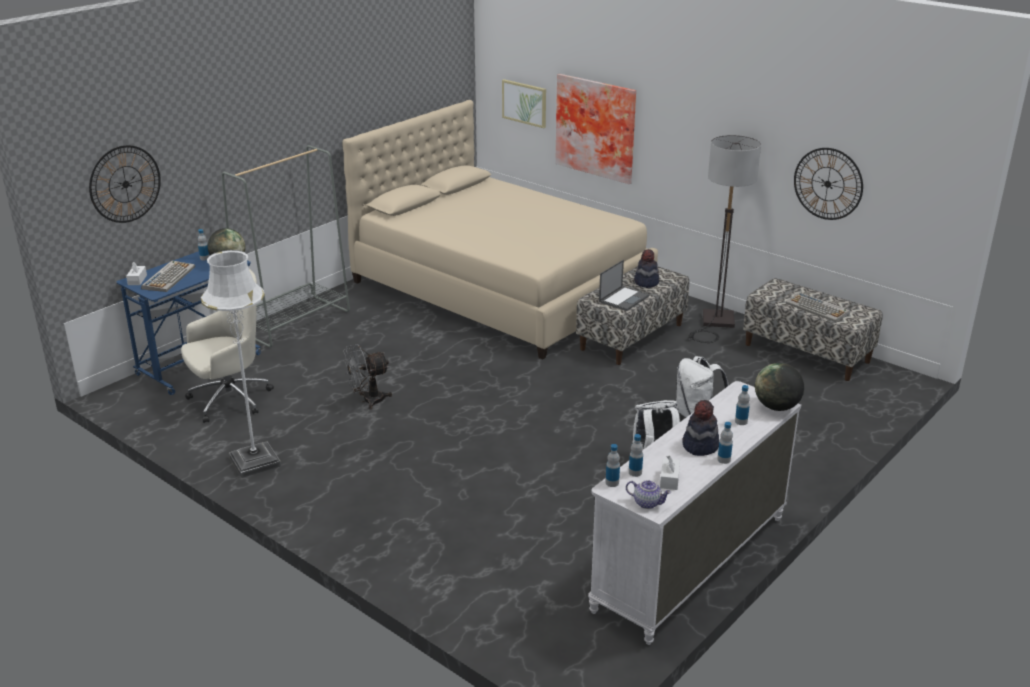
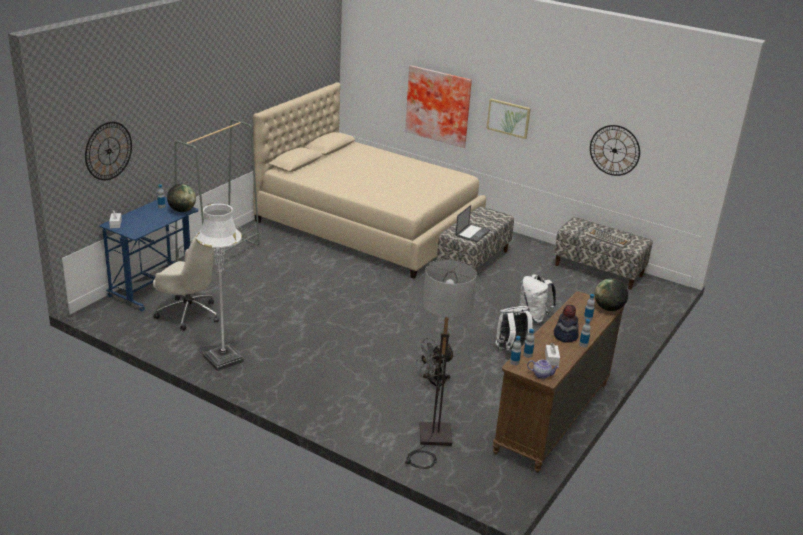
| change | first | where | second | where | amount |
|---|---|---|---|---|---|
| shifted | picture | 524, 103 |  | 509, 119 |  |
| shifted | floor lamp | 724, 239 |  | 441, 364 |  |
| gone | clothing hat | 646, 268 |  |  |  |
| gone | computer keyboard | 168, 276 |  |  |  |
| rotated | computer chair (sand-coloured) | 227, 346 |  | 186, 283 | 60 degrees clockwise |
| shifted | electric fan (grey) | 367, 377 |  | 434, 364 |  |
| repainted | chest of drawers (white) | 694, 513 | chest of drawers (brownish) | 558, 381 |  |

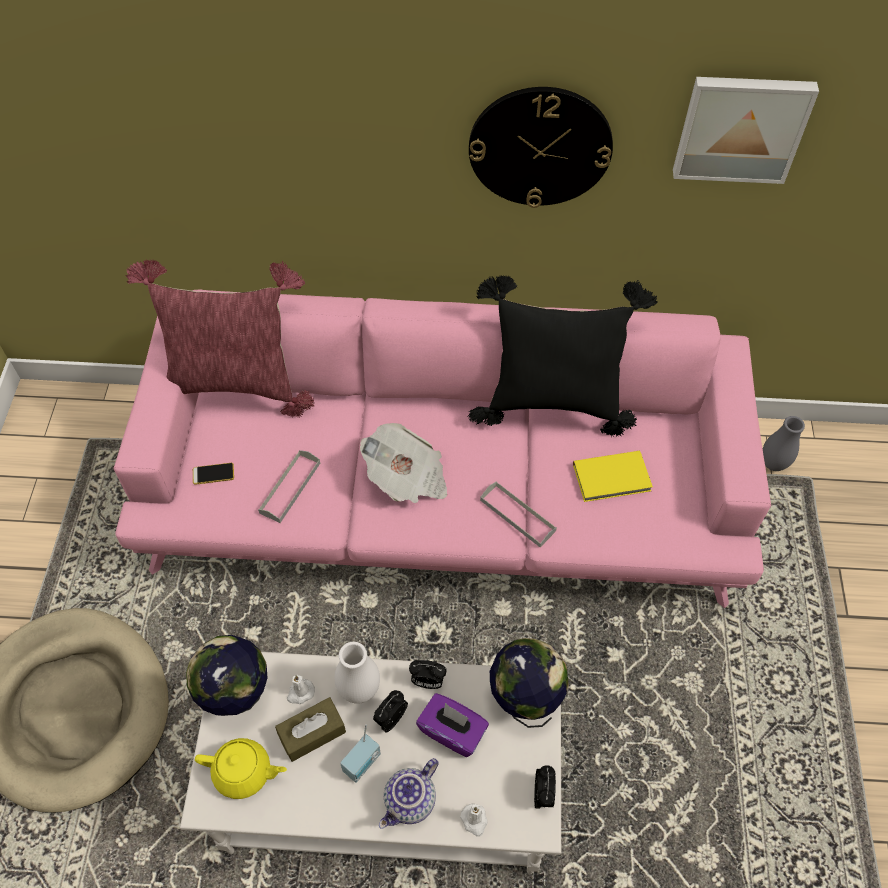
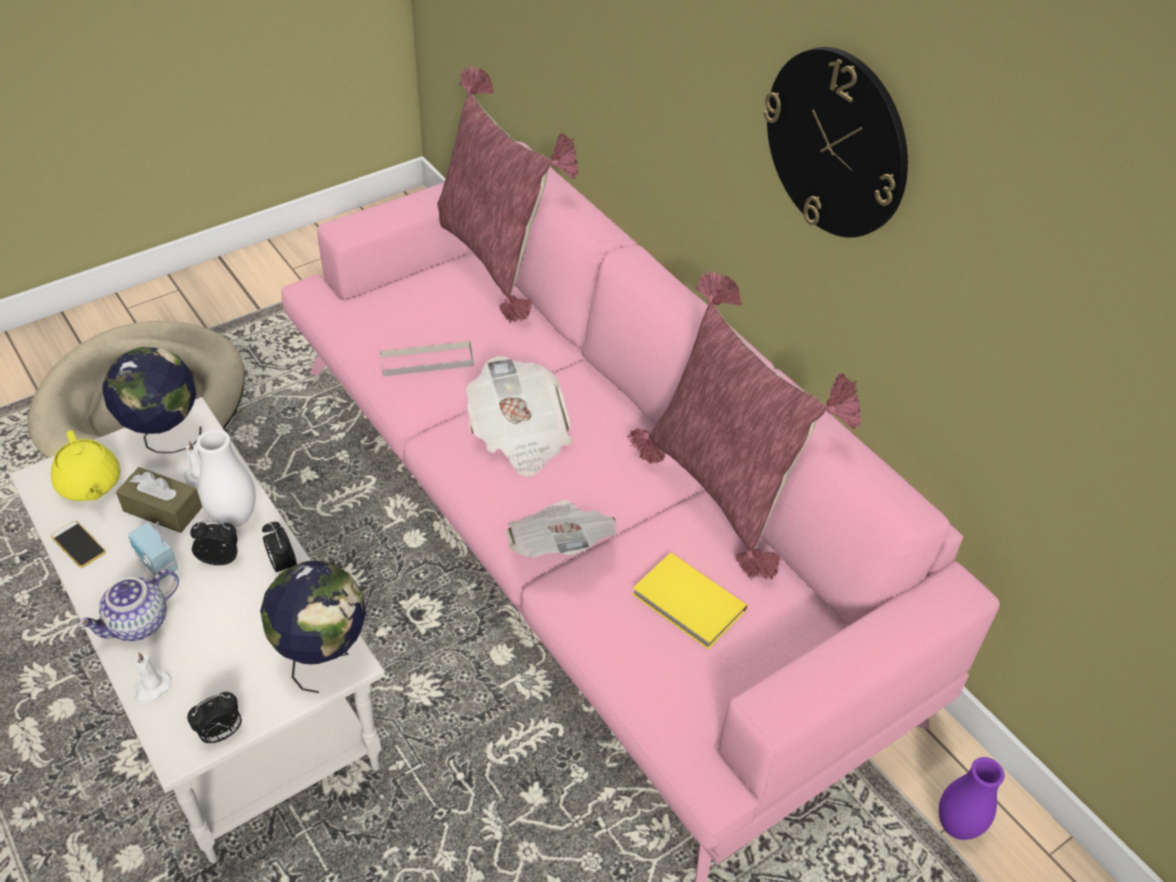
| change | first | where | second | where | amount |
|---|---|---|---|---|---|
| gone | picture | 746, 130 |  |  |  |
| repainted | cushion (black-coloured) | 562, 356 | cushion (reddish) | 744, 424 |  |
| repainted | flower vase (grey) | 784, 443 | flower vase (purple) | 971, 798 |  |
| shifted | handset | 213, 474 |  | 78, 544 |  |
| swapped | carrying tray (grey) | 518, 514 | daily paper | 561, 528 |  |
| gone | tissue box (purple) | 452, 725 |  |  |  |
| rotated | radio | 360, 753 |  | 153, 551 | 45 degrees clockwise |
| rotated | pot for tea | 409, 793 |  | 128, 605 | 45 degrees counterclockwise |

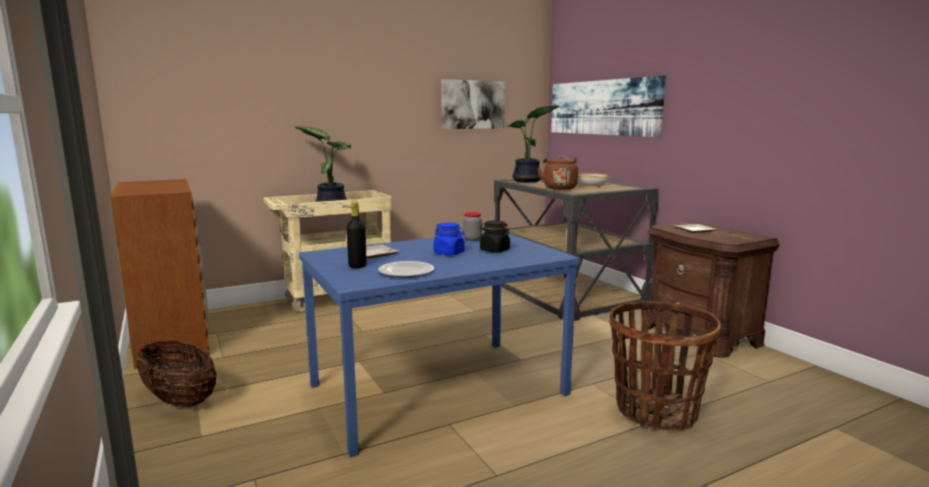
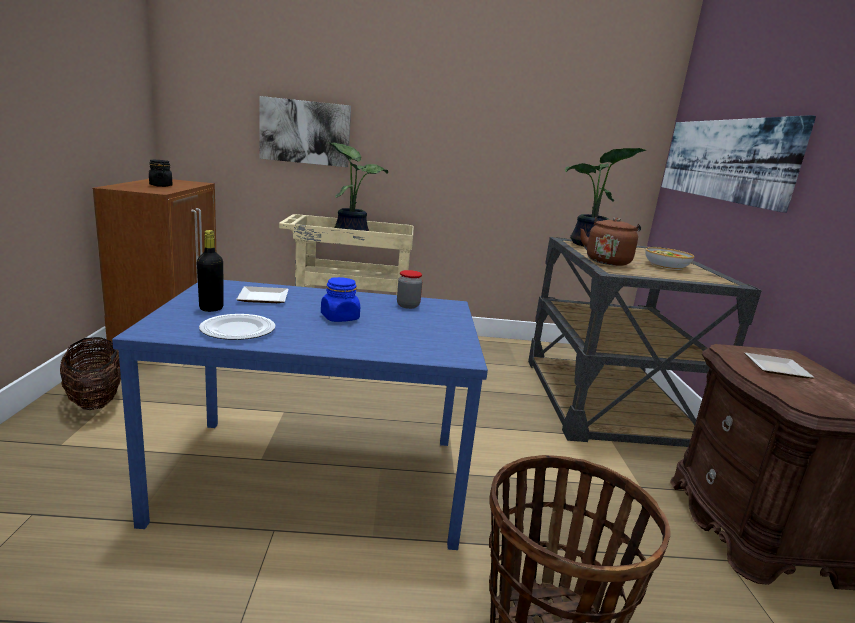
| change | first | where | second | where | amount |
|---|---|---|---|---|---|
| shifted | picture | 473, 104 |  | 305, 131 |  |
| shifted | storage jar (black-coloured) | 495, 236 |  | 160, 173 |  |

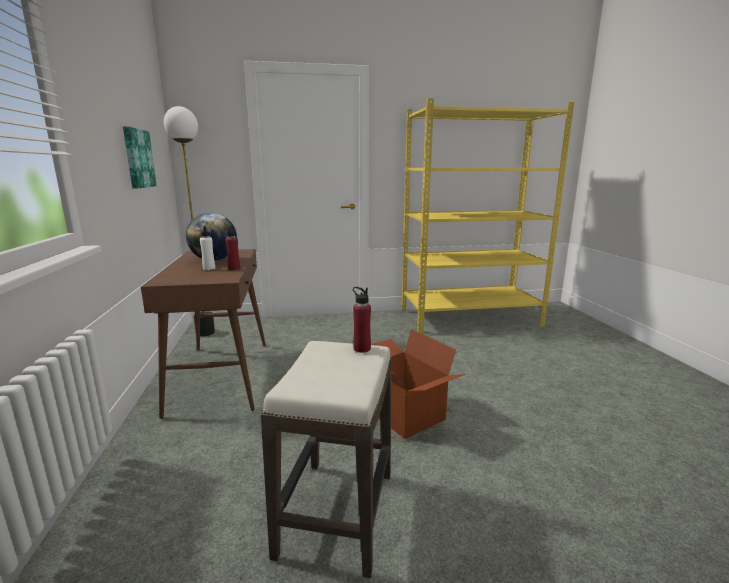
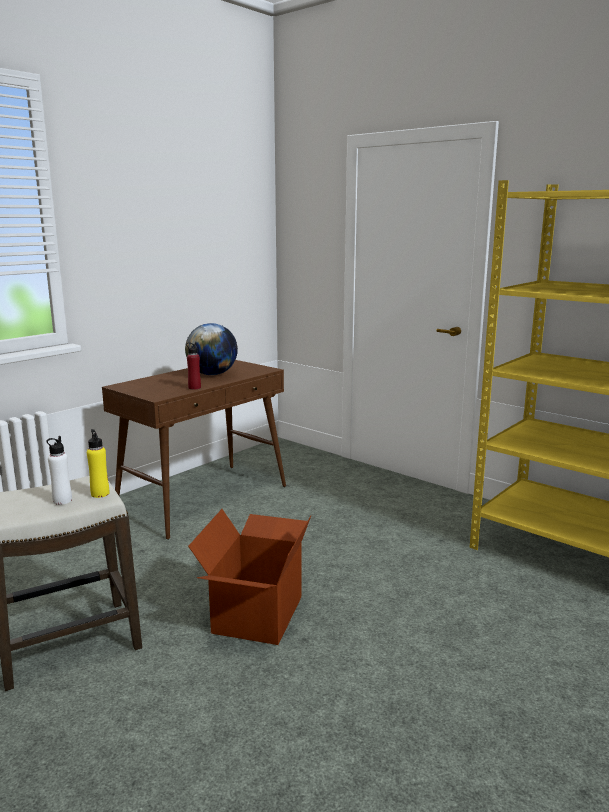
| change | first | where | second | where | amount |
|---|---|---|---|---|---|
| gone | floor lamp | 189, 221 |  |  |  |
| gone | picture | 140, 157 |  |  |  |
| shifted | bottle (white) | 207, 247 |  | 59, 470 |  |
| repainted | bottle (reddish) | 362, 320 | bottle (yellowish) | 98, 463 |  |

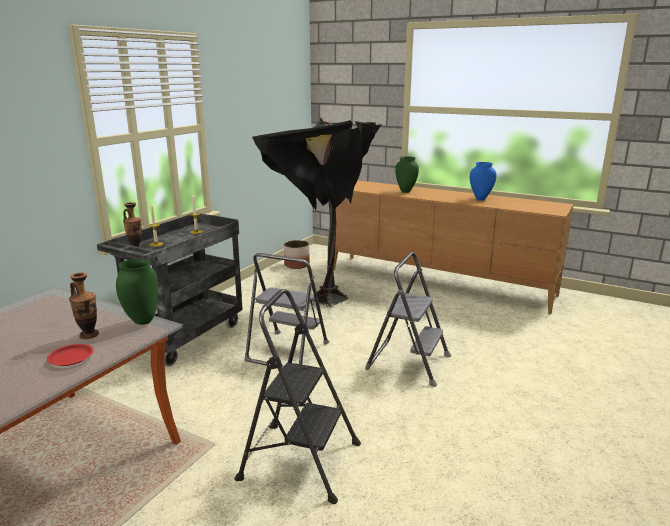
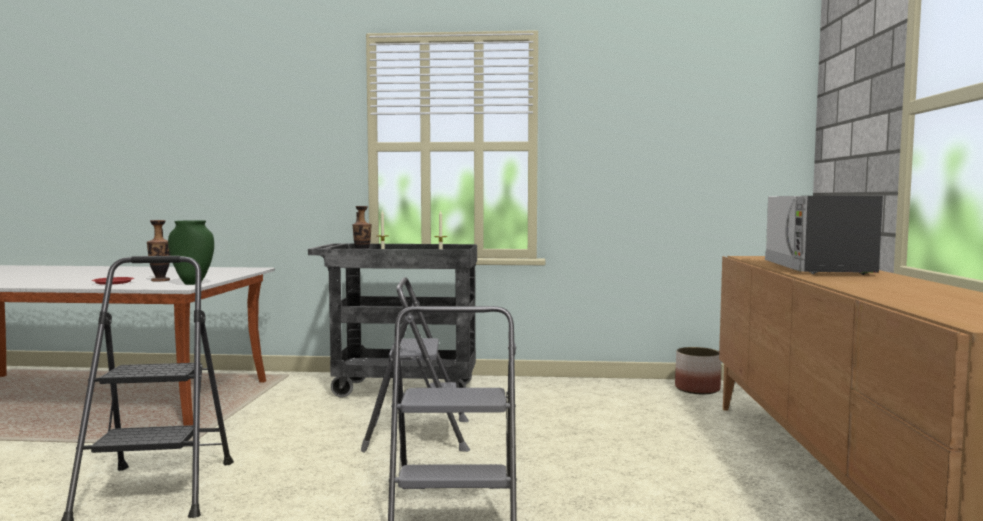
| change | first | where | second | where | amount |
|---|---|---|---|---|---|
| gone | floor lamp (black-coloured) | 317, 212 |  |  |  |
| swapped | flower vase (green) | 407, 174 | microwave | 824, 235 |  |
| gone | flower vase (blue-coloured) | 483, 181 |  |  |  |

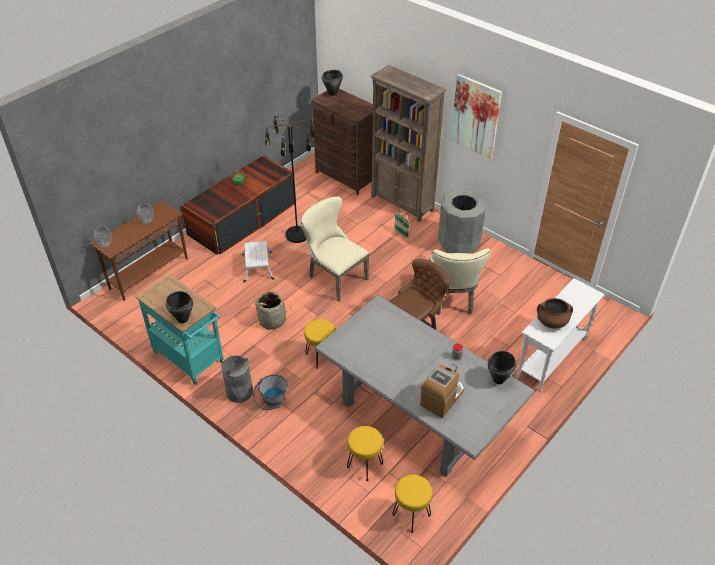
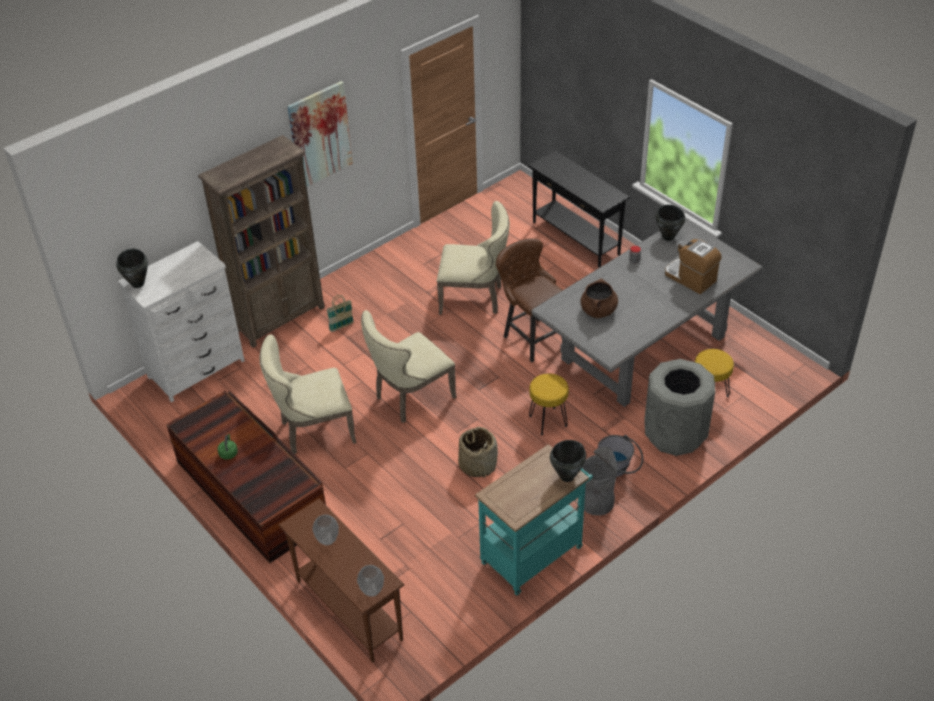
| change | first | where | second | where | amount |
|---|---|---|---|---|---|
| repainted | chest of drawers (brownish) | 342, 142 | chest of drawers (white) | 181, 321 |  |
| swapped | floor lamp | 290, 179 | plain chair (sand-coloured) | 308, 394 |  |
| shifted | trash can (grey) | 462, 222 |  | 680, 407 |  |
| gone | stepladder (white) | 258, 262 |  |  |  |
| repainted | console table (white) | 561, 335 | console table (black-coloured) | 579, 209 |  |
| shifted | saucepot (brownish) | 555, 313 |  | 599, 298 |  |
| gone | stool (yellowish) | 412, 504 |  |  |  |

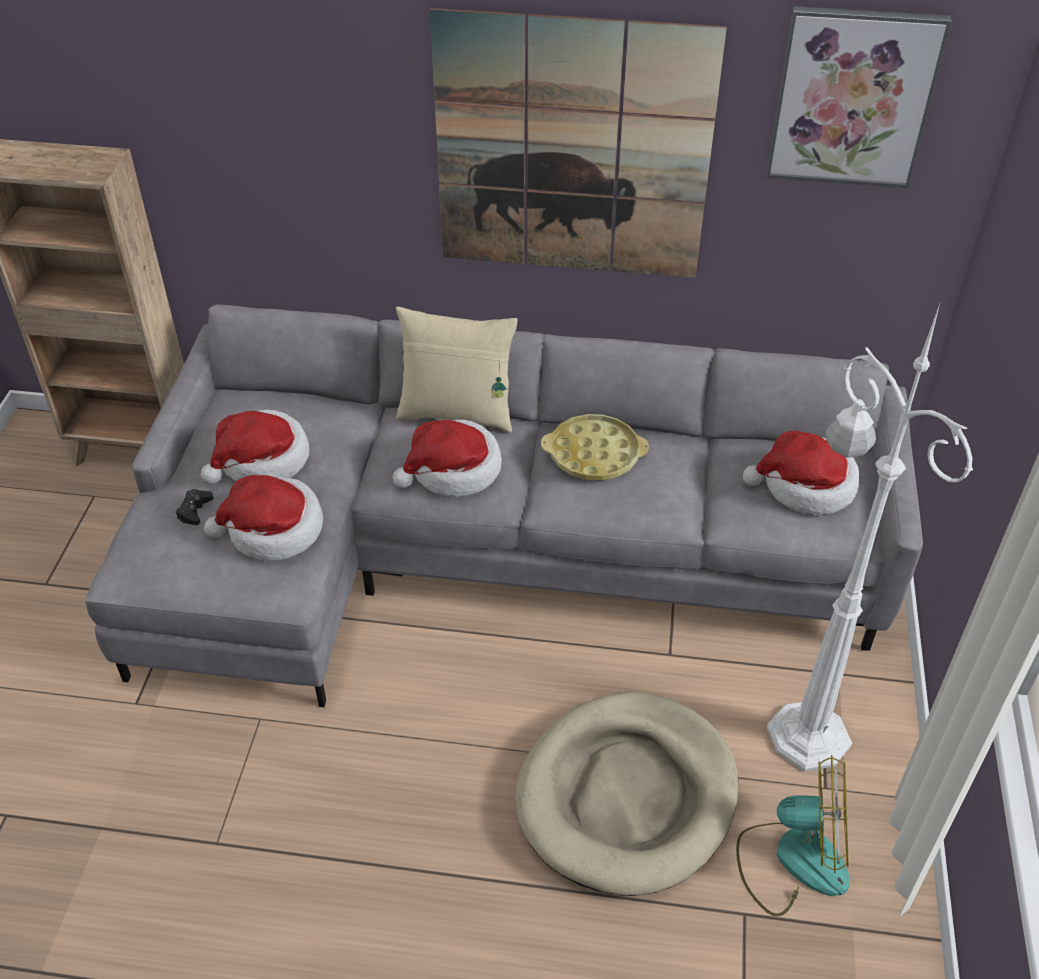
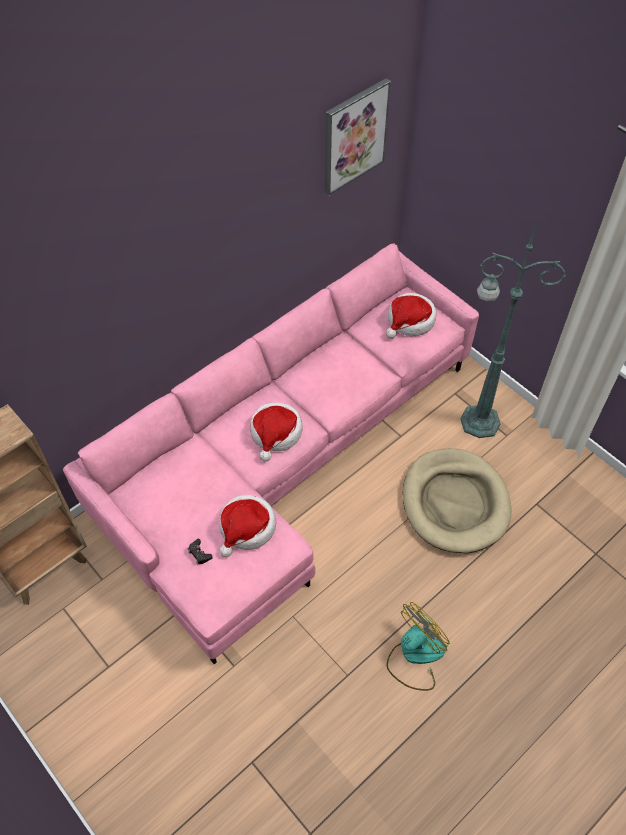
| change | first | where | second | where | amount |
|---|---|---|---|---|---|
| gone | picture | 578, 143 |  |  |  |
| repainted | couch (grey) | 504, 505 | couch (pink) | 271, 453 |  |
| repainted | floor lamp (white) | 870, 538 | floor lamp (green) | 513, 331 |  |
| gone | cushion (sand-coloured) | 456, 370 |  |  |  |
| gone | clothing hat | 255, 447 |  |  |  |
| gone | carrying tray (yellowish) | 595, 447 |  |  |  |
| shifted | electric fan | 793, 835 |  | 418, 646 |  |

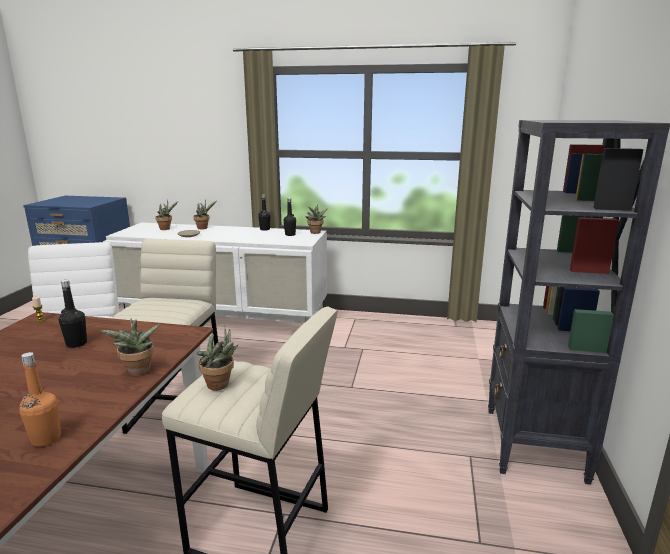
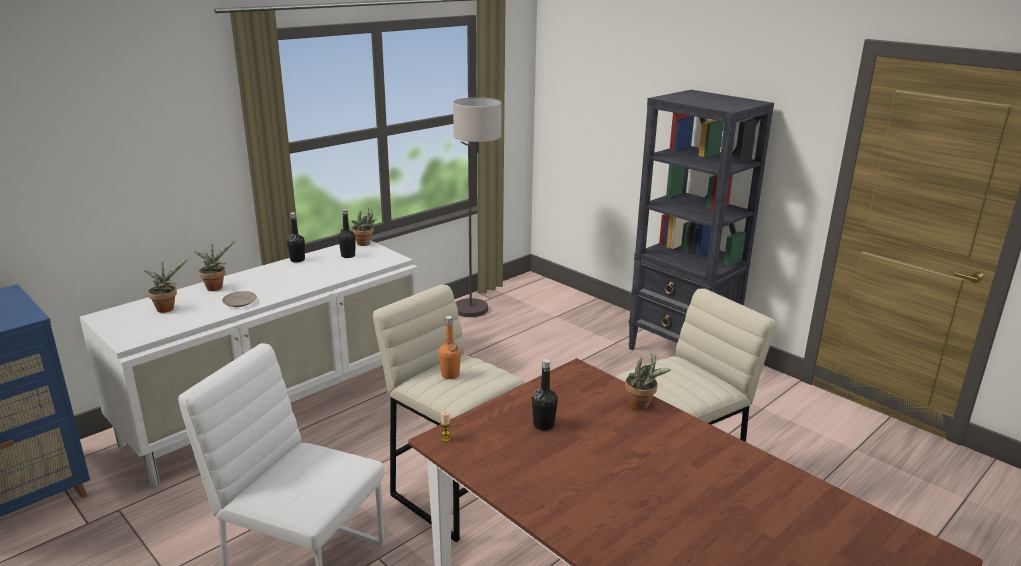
| change | first | where | second | where | amount |
|---|---|---|---|---|---|
| gone | houseplant | 217, 360 |  |  |  |
| shifted | bottle (orange) | 40, 399 |  | 450, 347 |  |
| new |  |  | floor lamp (grey) | 477, 207 |  |

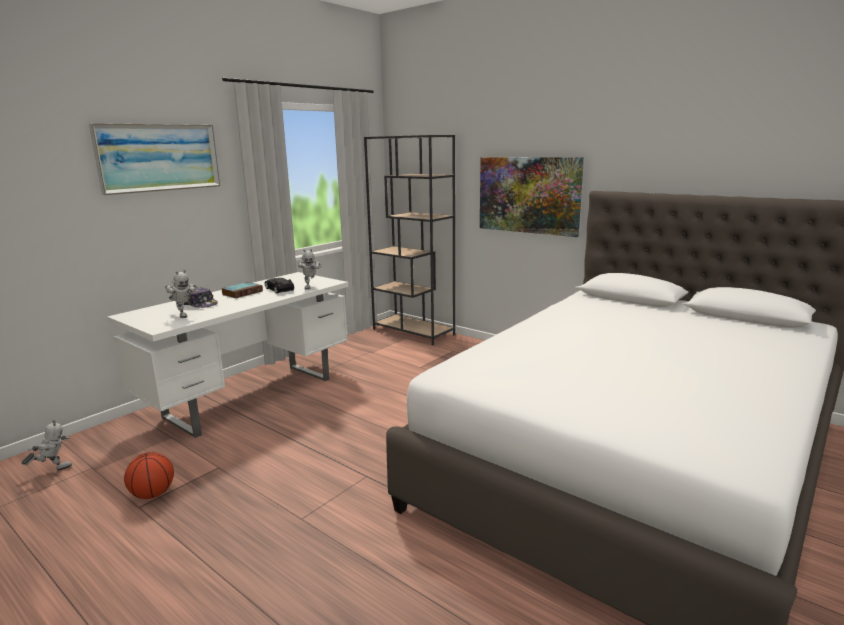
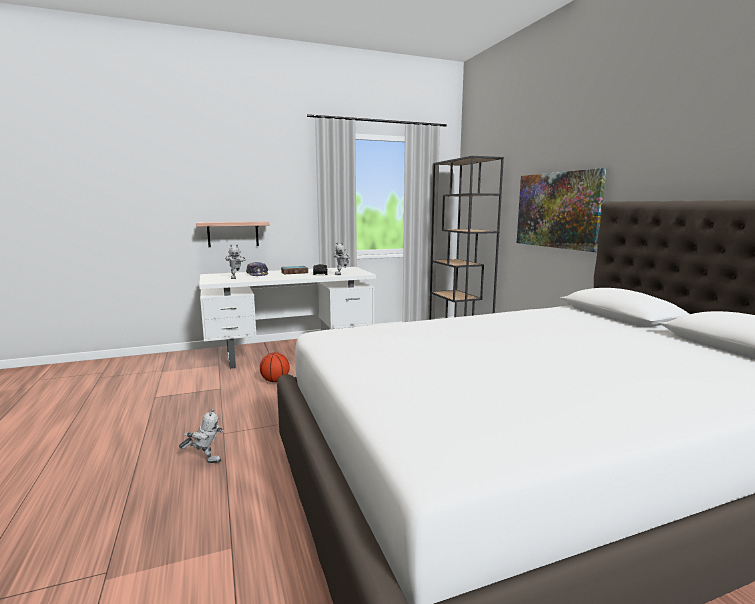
| change | first | where | second | where | amount |
|---|---|---|---|---|---|
| gone | picture | 154, 159 |  |  |  |
| shifted | robot figure | 46, 445 |  | 202, 436 |  |
| shifted | basketball | 149, 475 |  | 275, 367 |  |
| new |  |  | wall shelf | 232, 234 |  |

